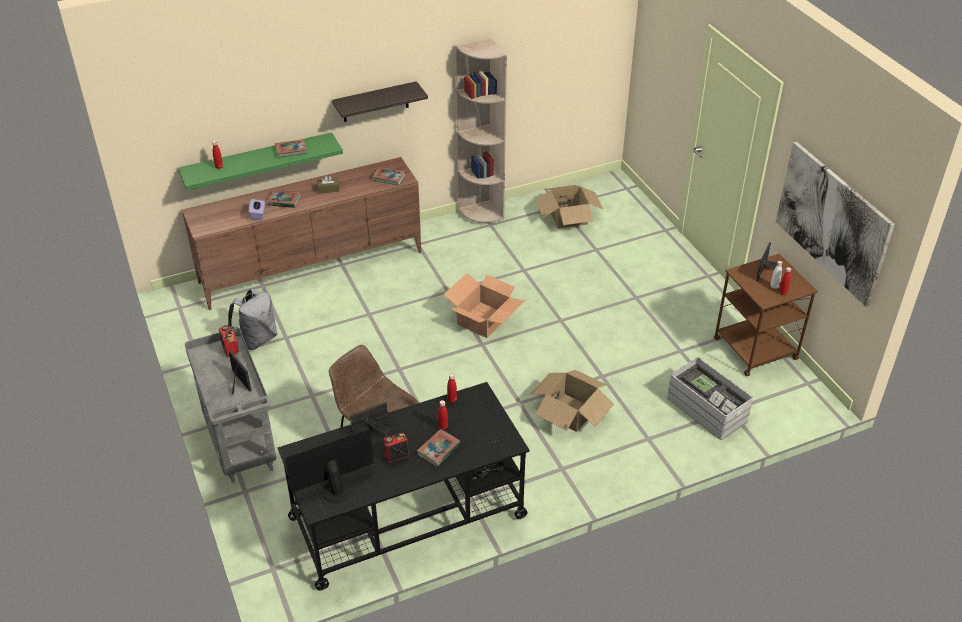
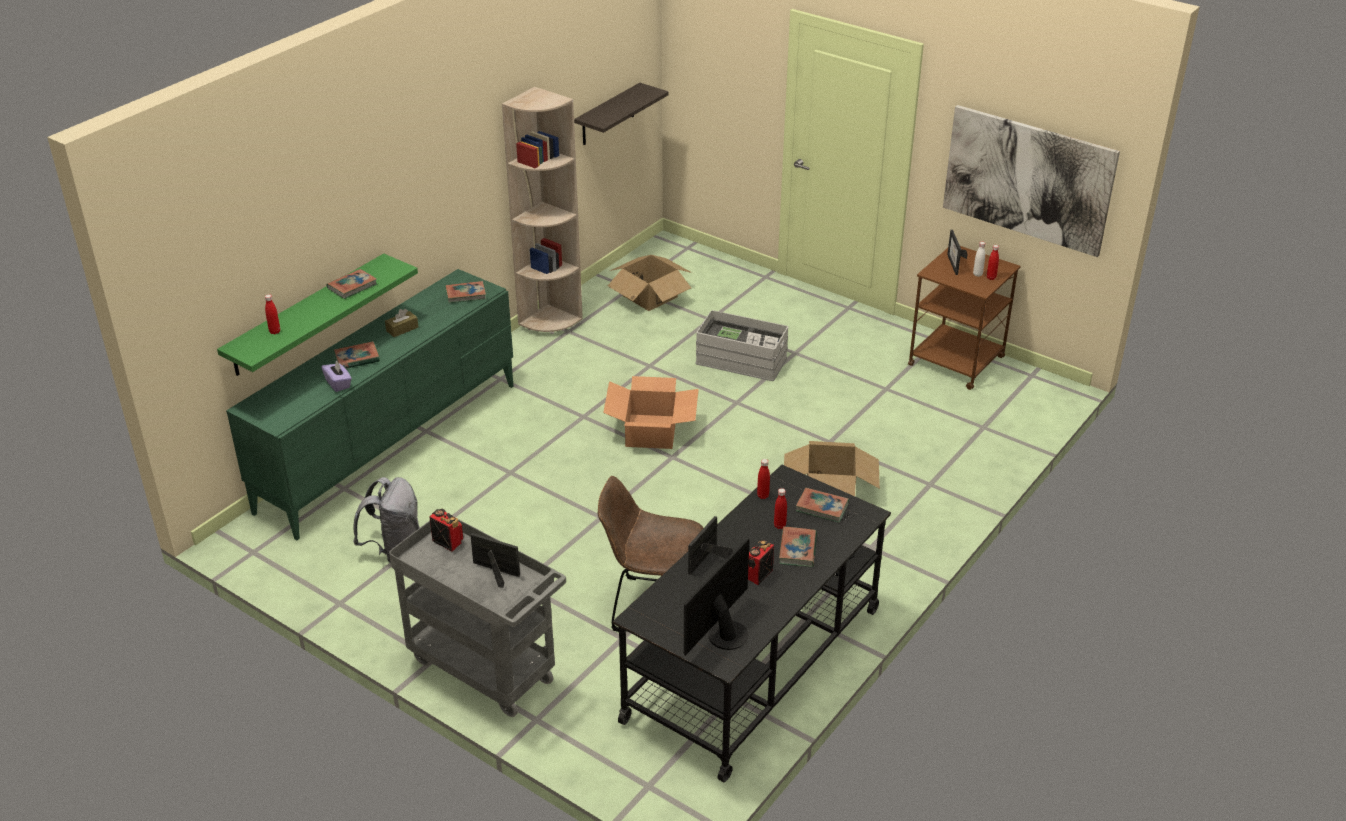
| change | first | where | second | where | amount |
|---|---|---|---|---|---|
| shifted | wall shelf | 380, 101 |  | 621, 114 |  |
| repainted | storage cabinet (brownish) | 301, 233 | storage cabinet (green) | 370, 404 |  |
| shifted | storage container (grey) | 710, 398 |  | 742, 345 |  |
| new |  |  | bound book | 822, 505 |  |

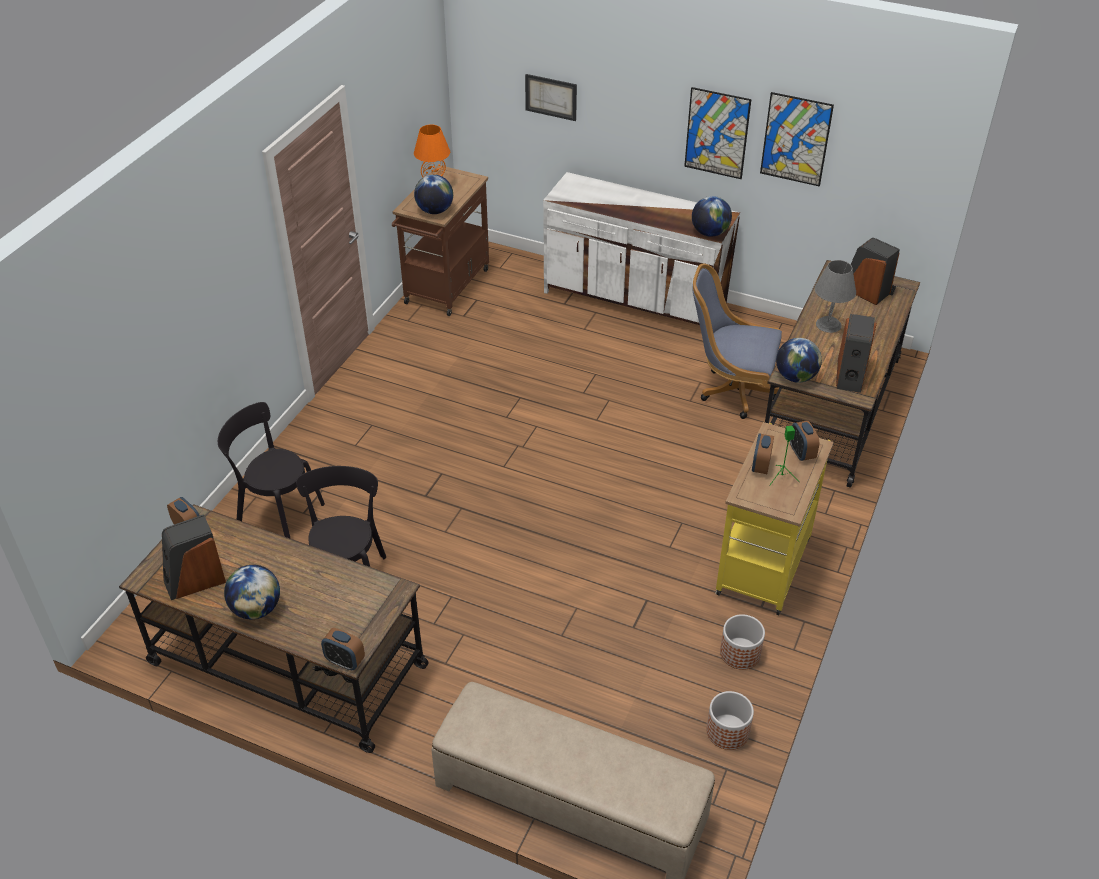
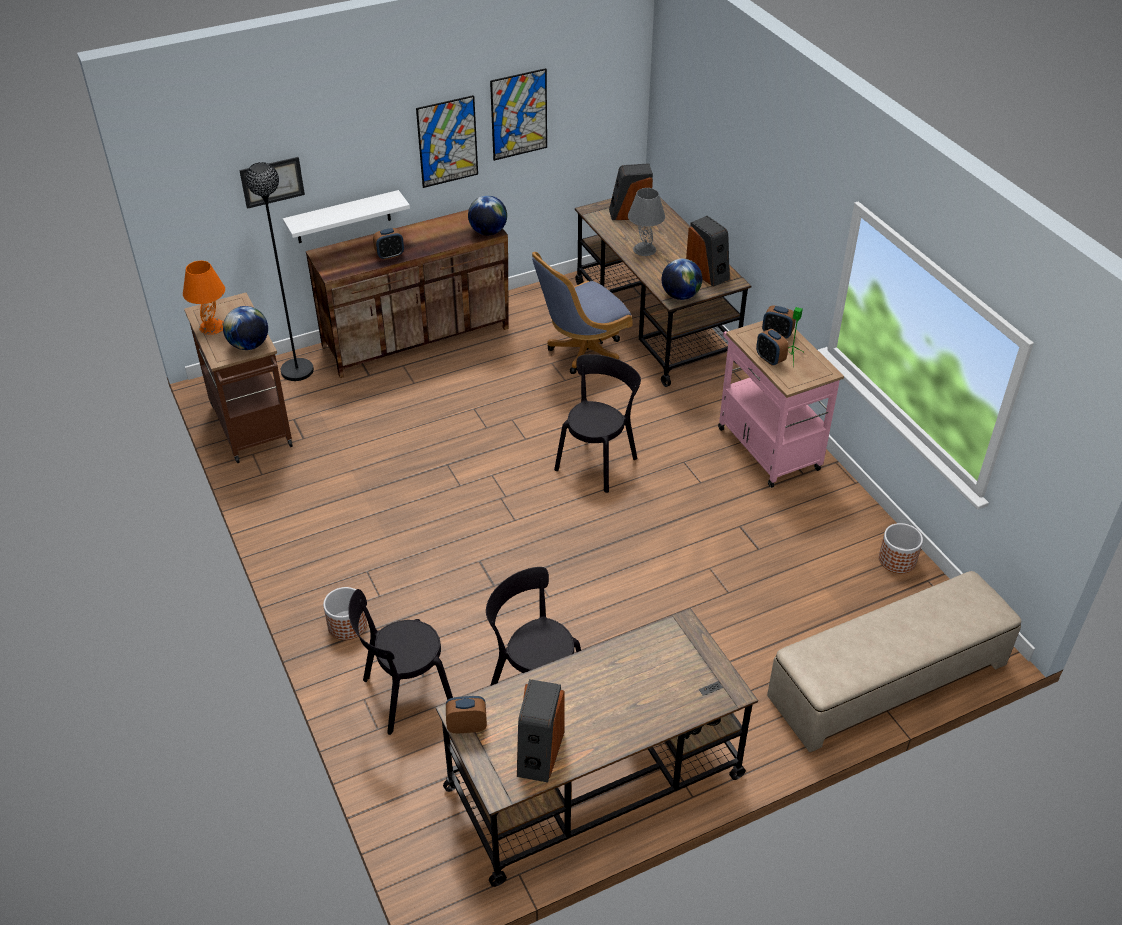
| change | first | where | second | where | amount |
|---|---|---|---|---|---|
| repainted | storage cabinet (white) | 641, 248 | storage cabinet (brownish) | 407, 294 |  |
| repainted | cart (yellowish) | 774, 518 | cart (pink) | 781, 404 |  |
| gone | globe | 252, 592 |  |  |  |
| shifted | planter | 742, 642 |  | 345, 613 |  |
| shifted | alarm clock | 343, 649 |  | 388, 244 |  |
| new |  |  | floor lamp (black-coloured) | 279, 271 |  |
| new |  |  | wall shelf (white) | 346, 216 |  |
| new |  |  | plain chair (black-coloured) | 597, 423 |  |

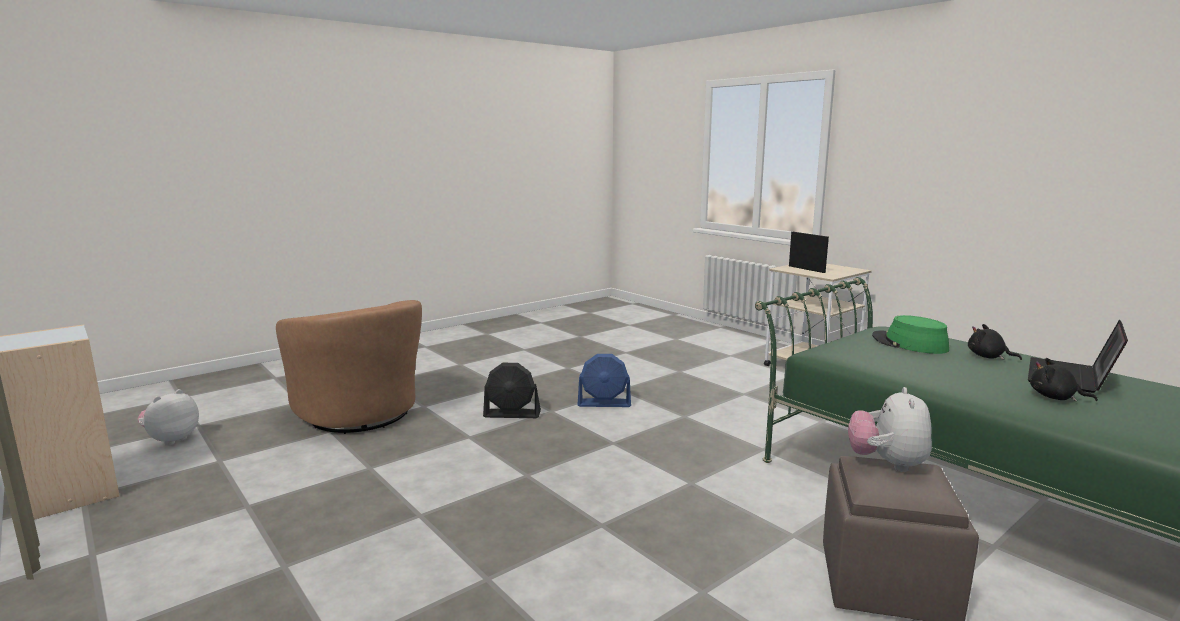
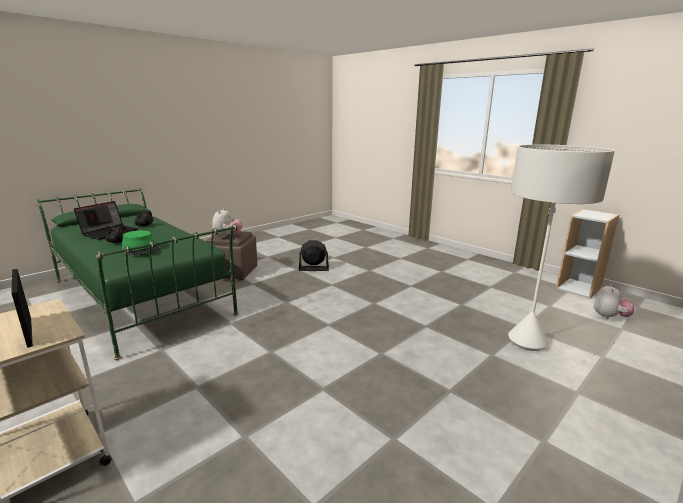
| change | first | where | second | where | amount |
|---|---|---|---|---|---|
| swapped | easy chair (brownish) | 349, 367 | floor lamp (white) | 561, 247 |  |
| gone | electric fan (blue-coloured) | 604, 380 |  |  |  |
| shifted | electric fan (black-coloured) | 512, 390 |  | 314, 255 |  |

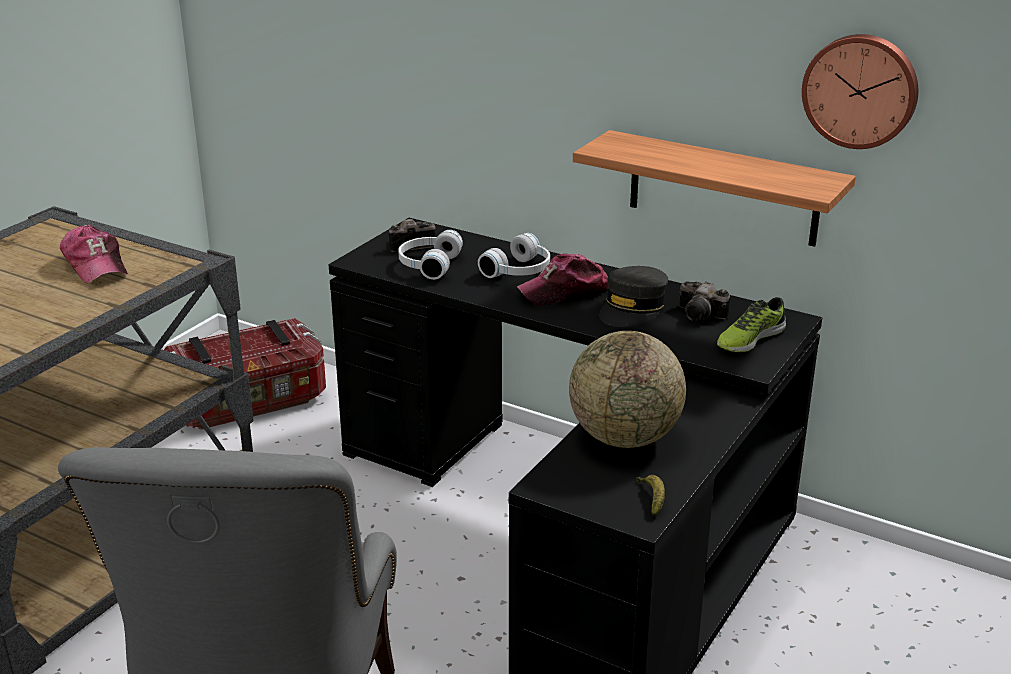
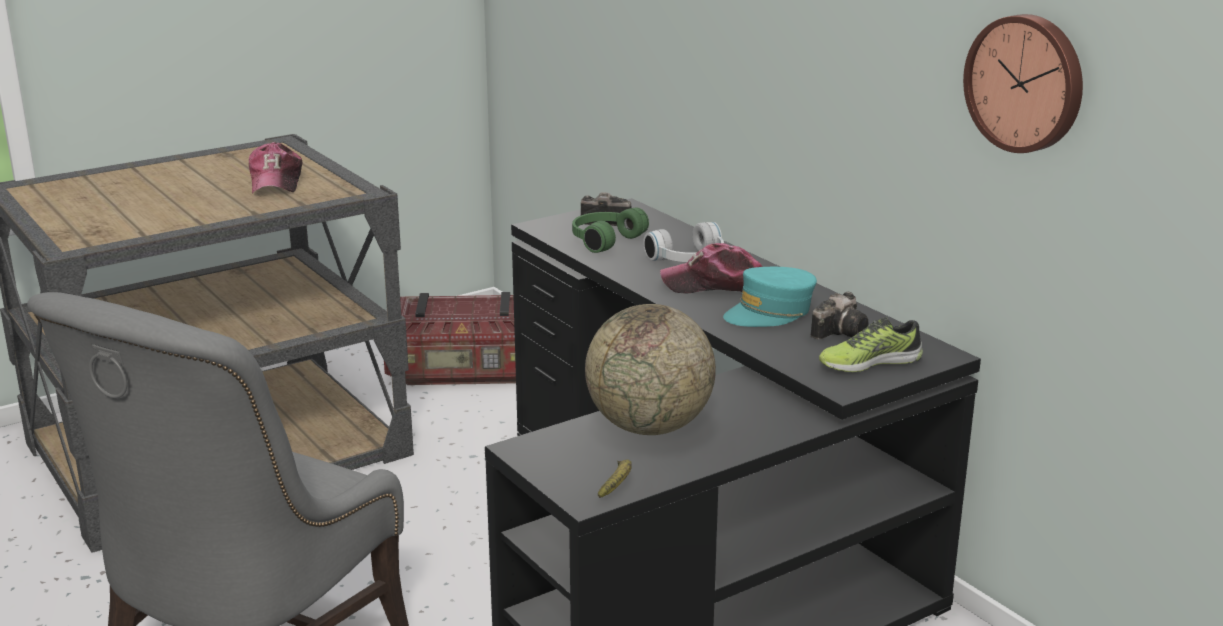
| change | first | where | second | where | amount |
|---|---|---|---|---|---|
| gone | wall shelf | 714, 188 |  |  |  |
| repainted | headphones (white) | 430, 255 | headphones (green) | 610, 230 |  |
| repainted | baseball cap (grey) | 633, 296 | baseball cap (turquoise-coloured) | 770, 297 |  |
| rotated | still camera | 704, 301 |  | 840, 315 | 105 degrees counterclockwise |

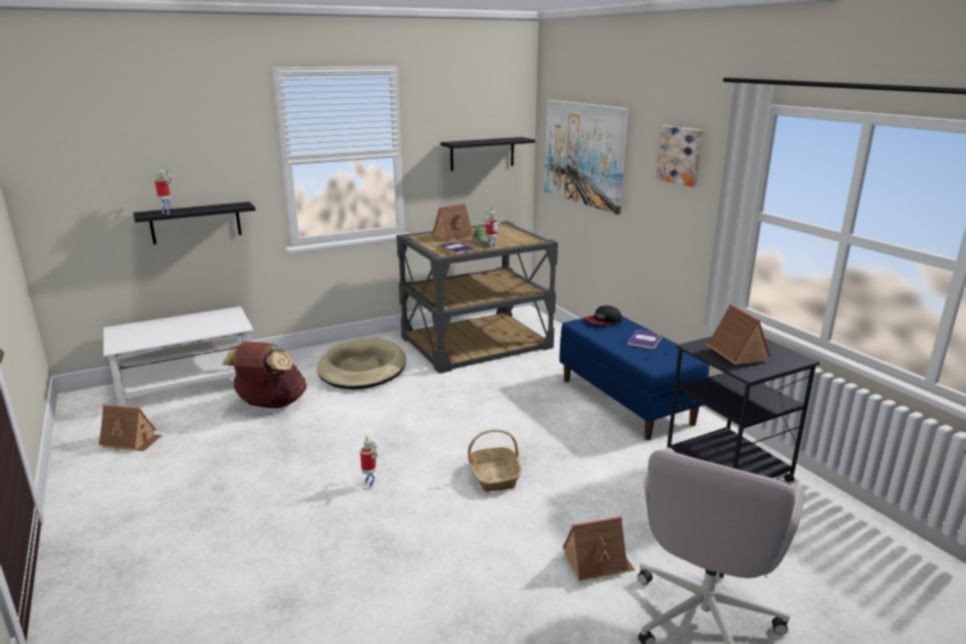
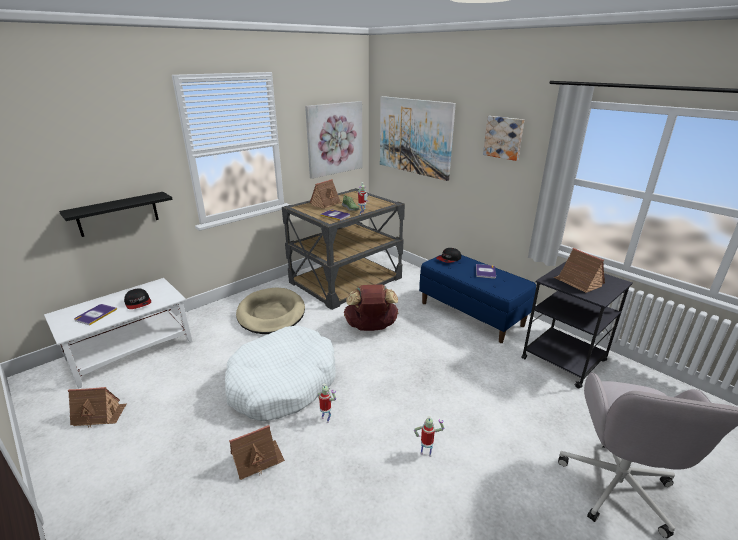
| change | first | where | second | where | amount |
|---|---|---|---|---|---|
| swapped | wall shelf (black-coloured) | 487, 154 | picture | 334, 140 |  |
| shifted | robot figure | 163, 190 |  | 429, 436 |  |
| shifted | backpack (brownish) | 264, 375 |  | 371, 307 |  |
| gone | basket | 495, 460 |  |  |  |
| shifted | toy house | 598, 548 |  | 257, 452 |  |
| new |  |  | baseball cap | 137, 298 |  |
| new |  |  | bound book | 95, 314 |  |
| new |  |  | dog cushion (white) | 280, 373 |  |

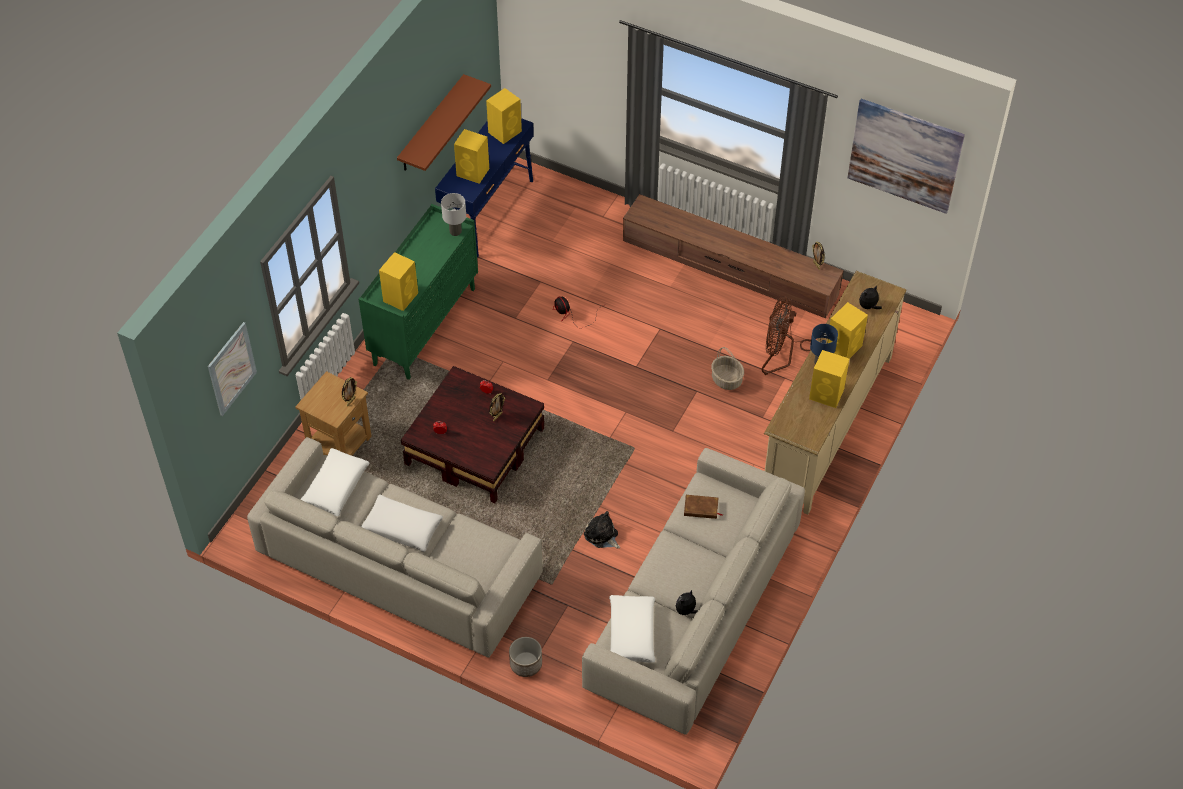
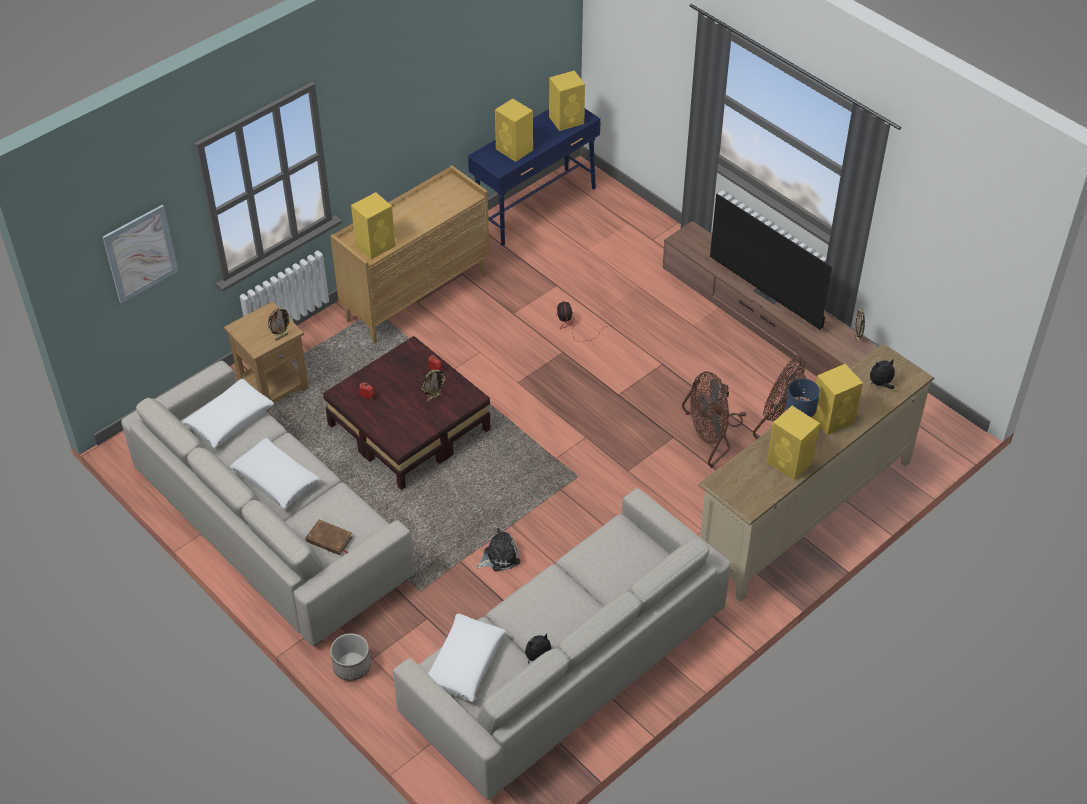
| change | first | where | second | where | amount |
|---|---|---|---|---|---|
| gone | wall shelf (brownish) | 444, 122 |  |  |  |
| gone | picture | 906, 156 |  |  |  |
| gone | table lamp (white) | 453, 214 |  |  |  |
| repainted | chest of drawers (green) | 418, 292 | chest of drawers (brownish) | 410, 254 |  |
| swapped | basket | 727, 368 | electric fan (brownish) | 714, 419 |  |
| shifted | bound book (brownish) | 703, 507 |  | 329, 537 |  |
| rotated | cuddly toy | 602, 530 |  | 498, 549 | 90 degrees clockwise |
| new |  |  | TV set | 771, 262 |  |

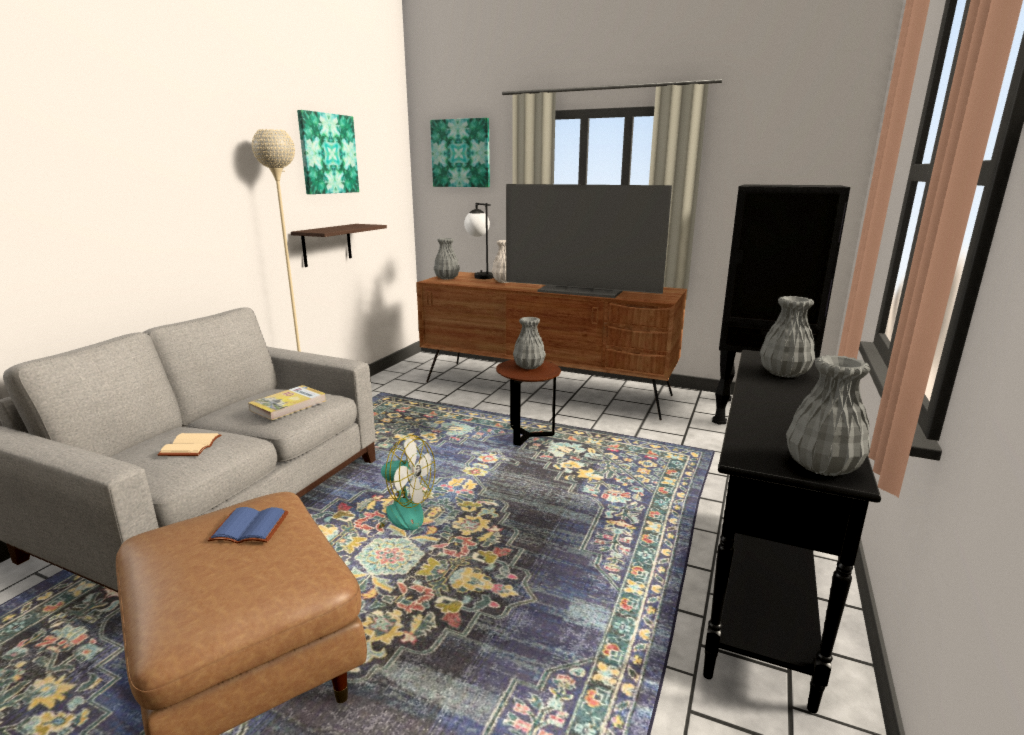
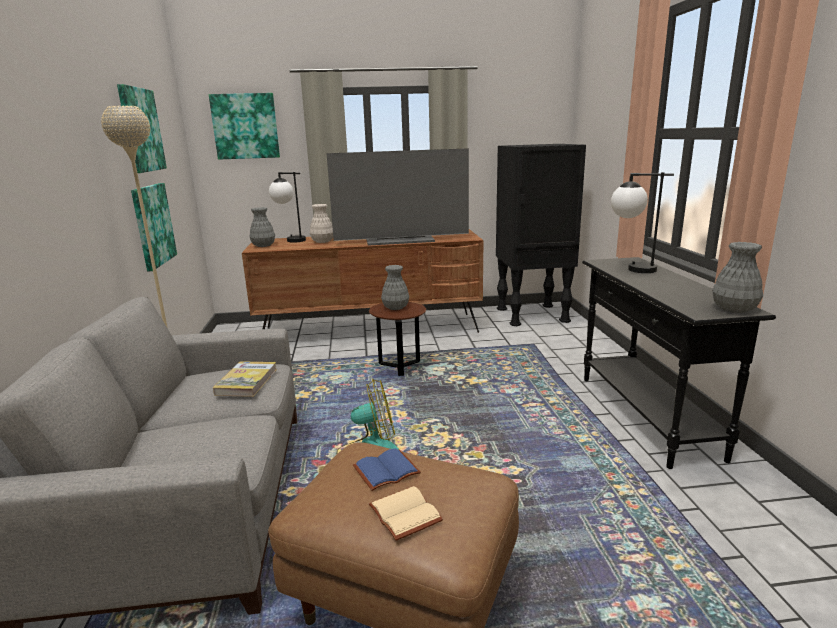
| change | first | where | second | where | amount |
|---|---|---|---|---|---|
| swapped | wall shelf | 339, 245 | picture | 154, 227 |  |
| swapped | flower vase (grey) | 788, 337 | table lamp | 642, 222 |  |
| shifted | bound book (sand-coloured) | 189, 444 |  | 406, 513 |  |

